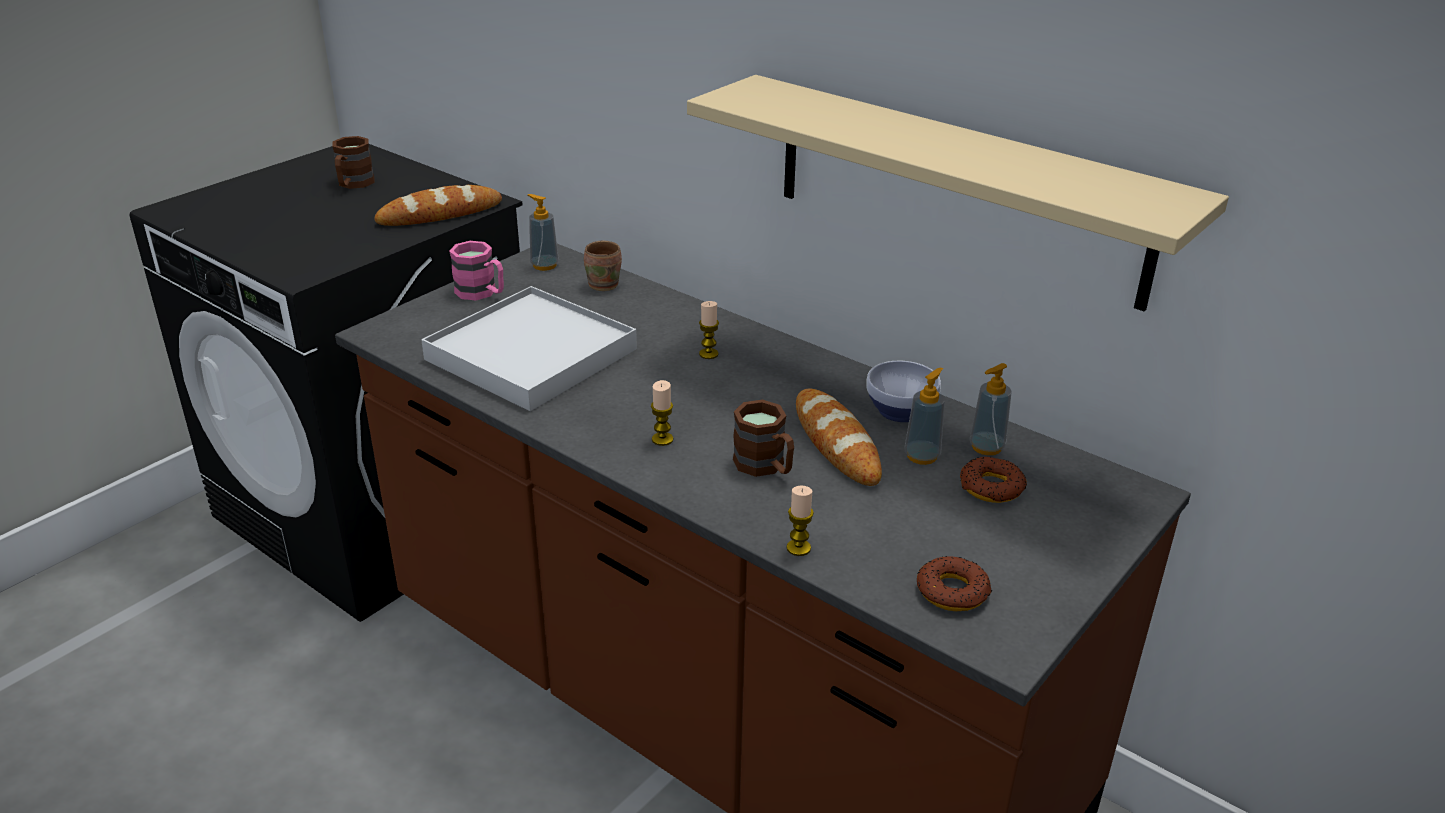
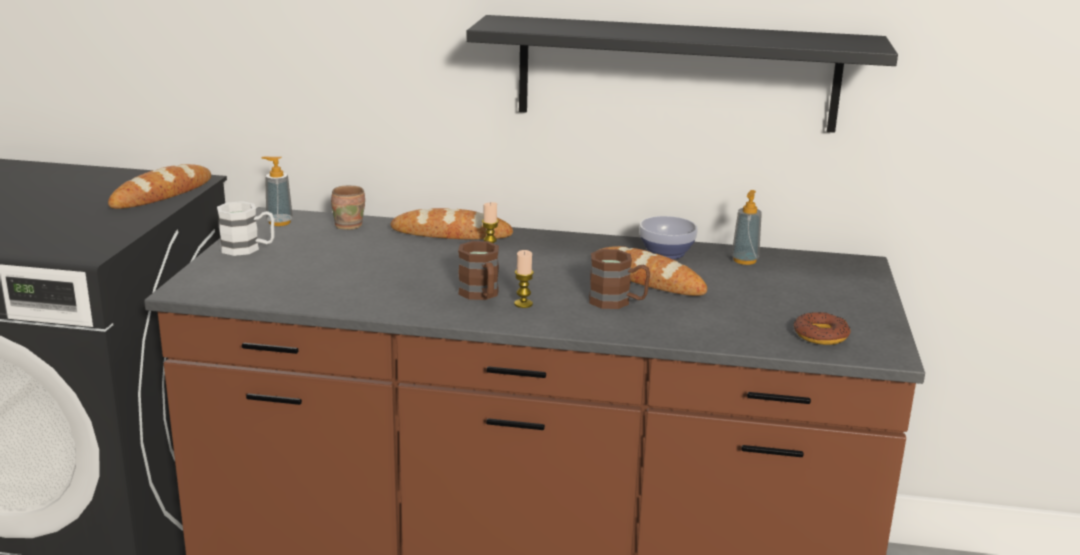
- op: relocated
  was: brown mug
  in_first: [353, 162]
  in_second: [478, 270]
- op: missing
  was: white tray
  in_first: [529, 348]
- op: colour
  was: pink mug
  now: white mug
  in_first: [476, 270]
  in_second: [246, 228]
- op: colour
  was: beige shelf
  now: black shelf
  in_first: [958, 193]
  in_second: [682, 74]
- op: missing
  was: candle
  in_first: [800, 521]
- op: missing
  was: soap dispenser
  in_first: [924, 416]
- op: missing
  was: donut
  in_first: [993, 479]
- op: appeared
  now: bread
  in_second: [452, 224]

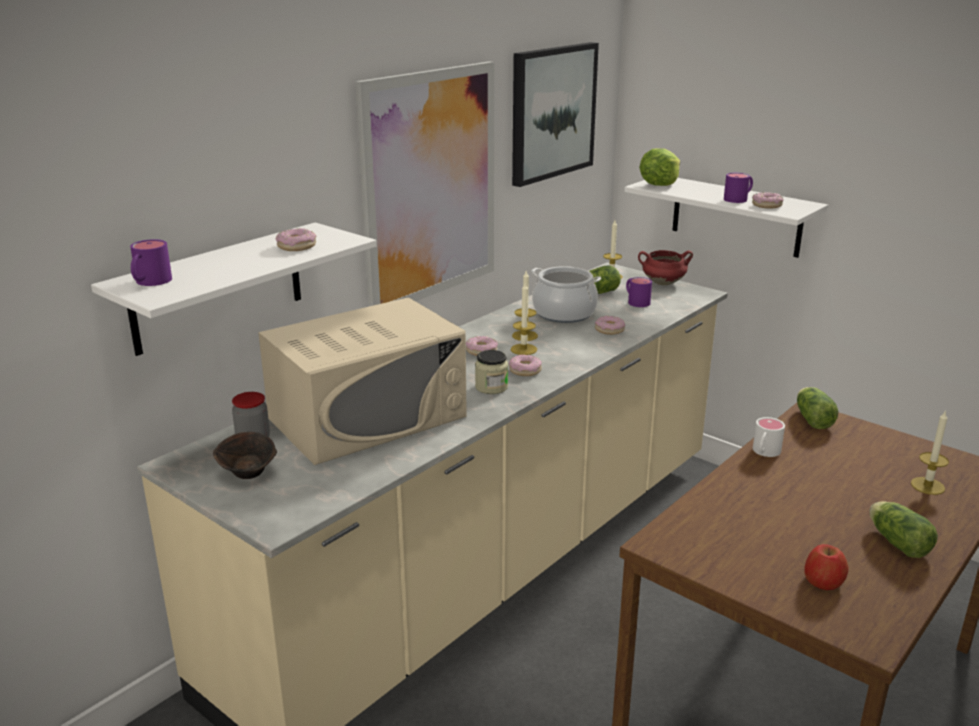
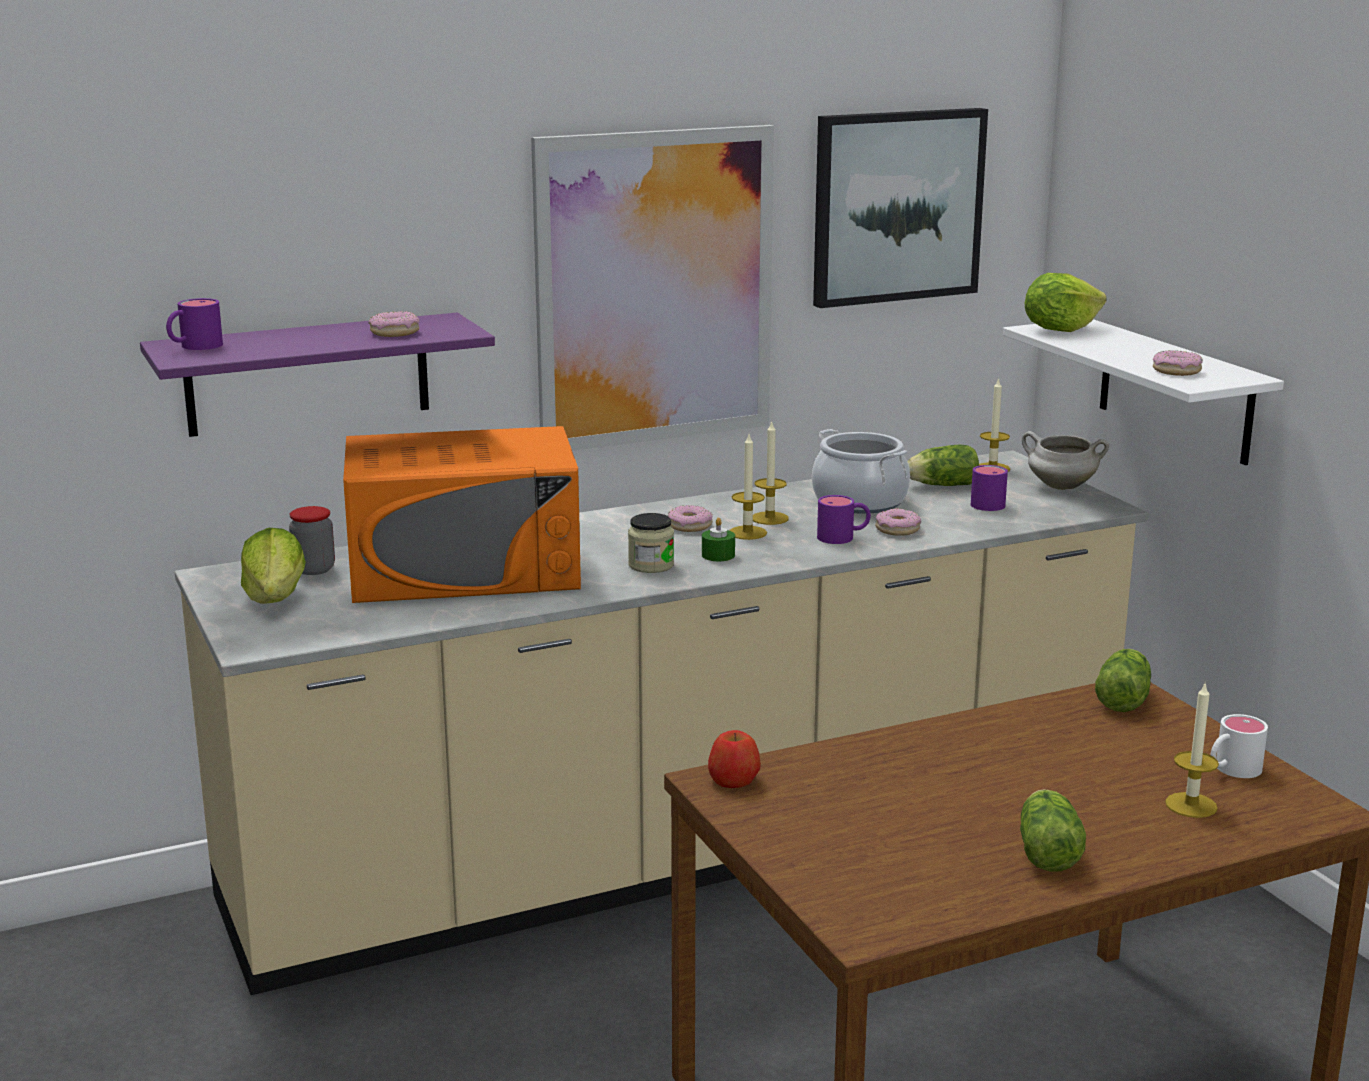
- op: colour
  was: white shelf
  now: purple shelf
  in_first: [233, 289]
  in_second: [317, 375]
- op: exchanged
  was: brown bowl
  now: lettuce
  in_first: [245, 455]
  in_second: [273, 566]
- op: colour
  was: beige microwave
  now: orange microwave
  in_first: [362, 381]
  in_second: [462, 514]
- op: exchanged
  was: donut
  now: green candle
  in_first: [525, 365]
  in_second: [718, 539]
- op: colour
  was: red cooking pot
  now: white cooking pot
  in_first: [665, 267]
  in_second: [1065, 460]
- op: relocated
  was: purple mug
  in_first: [738, 188]
  in_second: [844, 519]
- op: relocated
  was: white mug
  in_first: [769, 437]
  in_second: [1239, 746]
- op: relocated
  was: apple
  in_first: [827, 567]
  in_second: [734, 759]

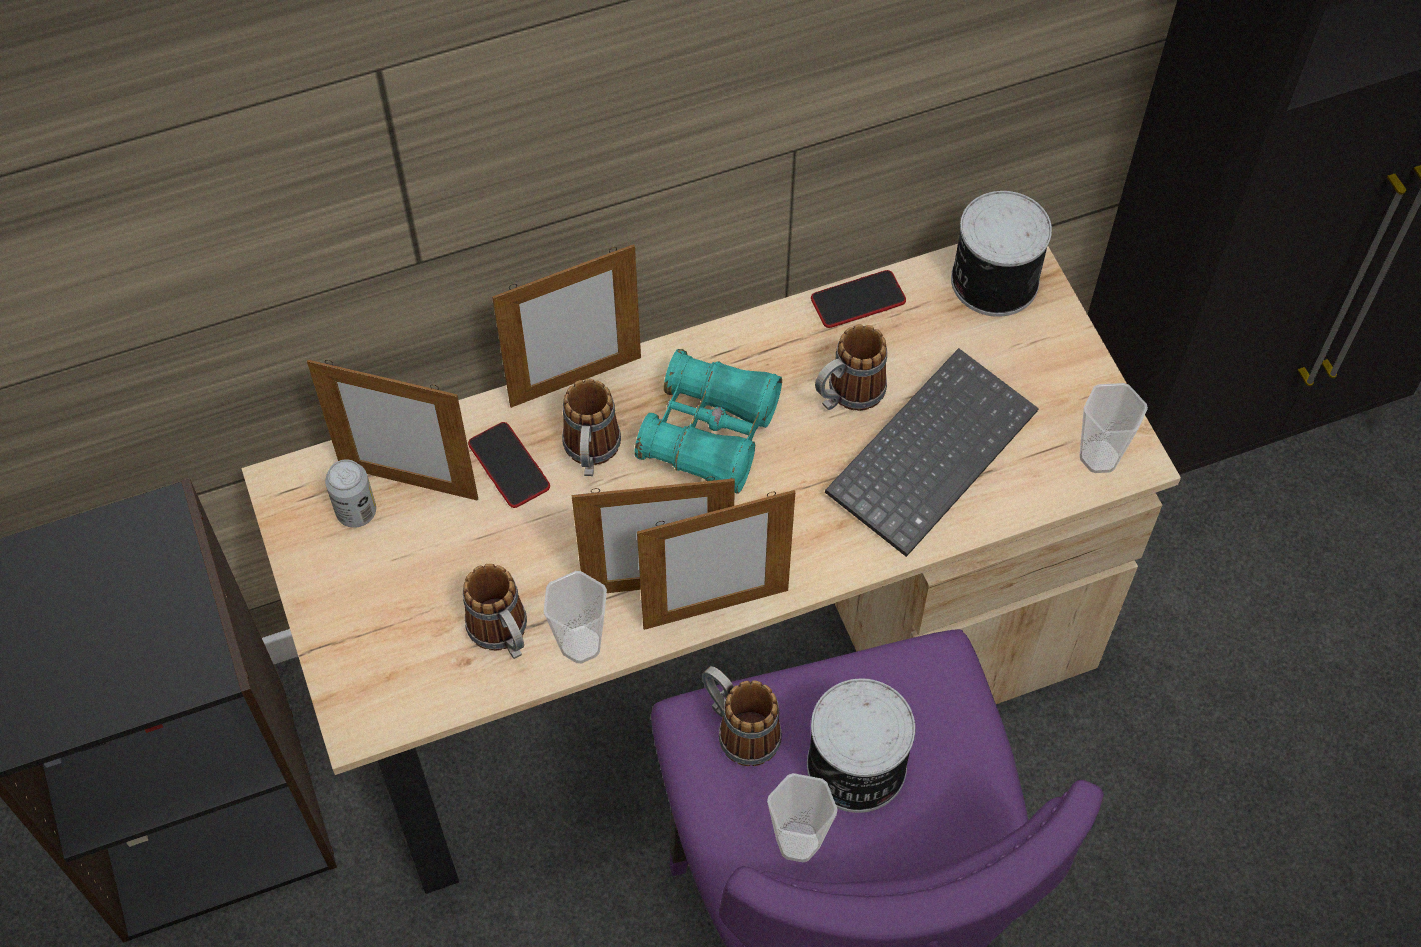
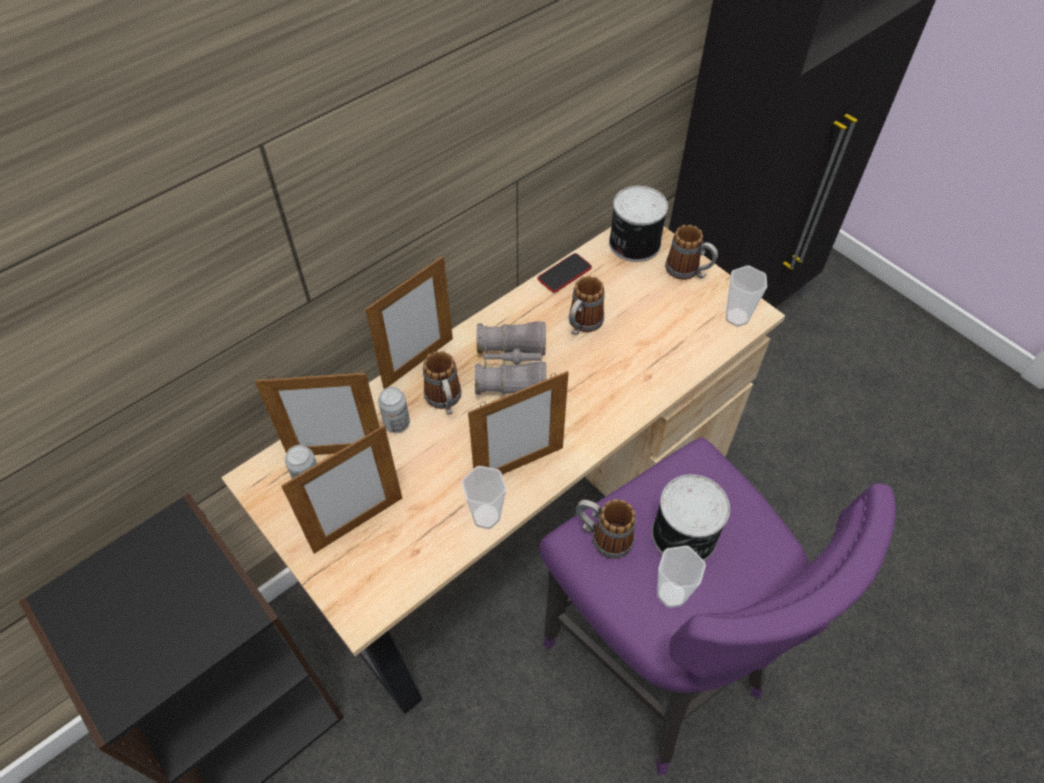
- op: relocated
  was: mug
  in_first: [495, 611]
  in_second: [691, 252]
- op: exchanged
  was: phone
  now: can
  in_first: [509, 465]
  in_second: [394, 410]
- op: colour
  was: turquoise binoculars
  now: grey binoculars
  in_first: [708, 421]
  in_second: [511, 358]
- op: relocated
  was: picture frame
  in_first: [716, 560]
  in_second: [341, 489]
- op: missing
  was: keyboard
  in_first: [932, 452]

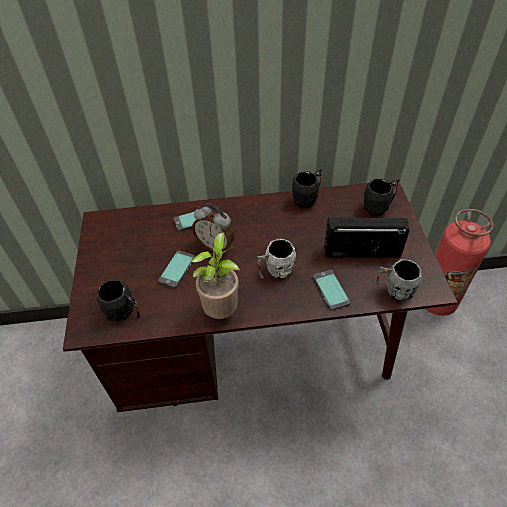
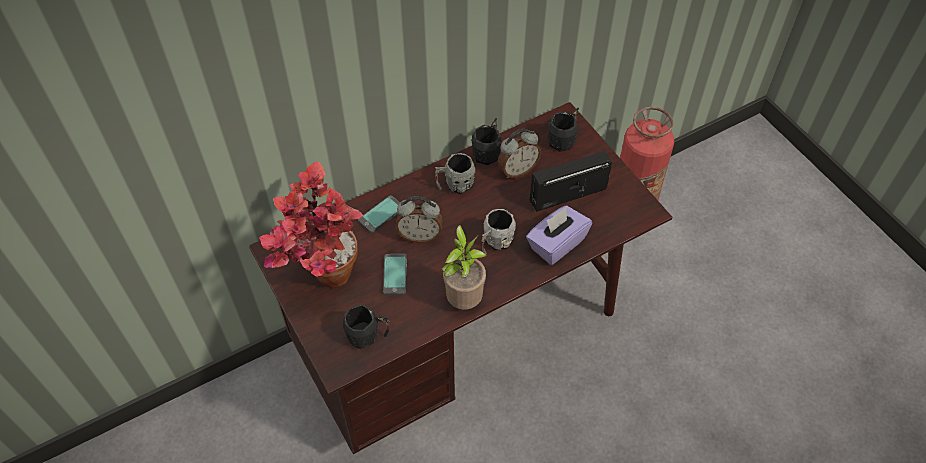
- op: exchanged
  was: phone
  now: purple tissue box
  in_first: [332, 290]
  in_second: [559, 235]
- op: relocated
  was: grey mug
  in_first: [399, 280]
  in_second: [455, 173]
- op: appeared
  now: potted plant
  in_second: [311, 224]
- op: appeared
  now: alarm clock
  in_second: [519, 153]

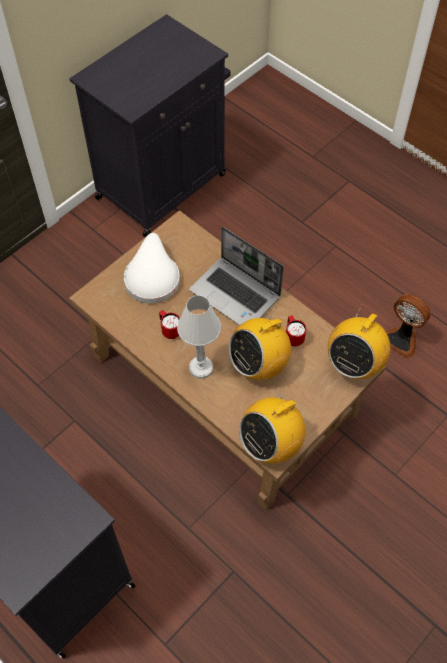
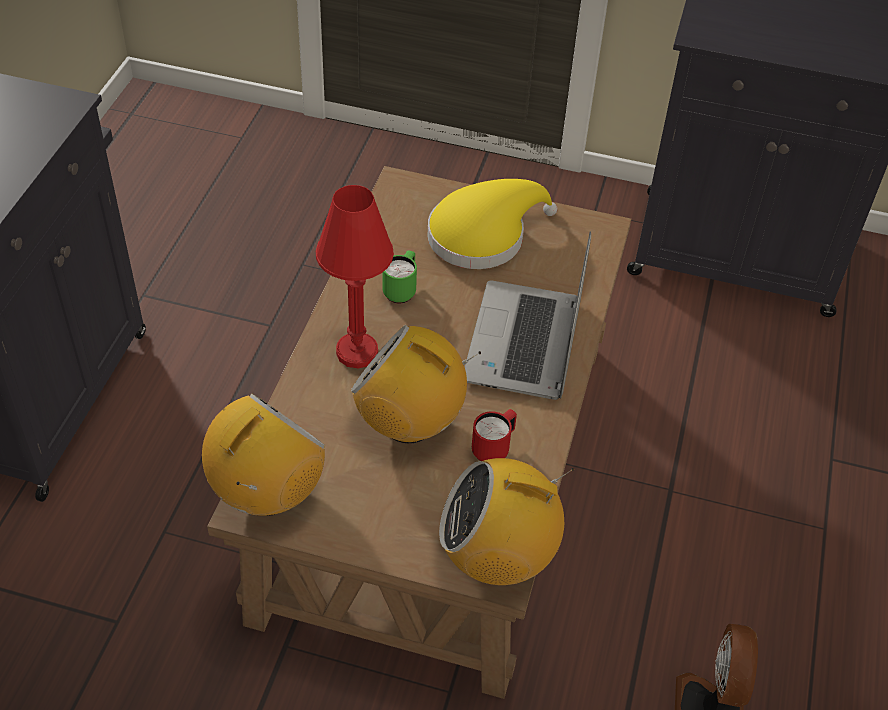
- op: colour
  was: white hat
  now: yellow hat
  in_first: [152, 268]
  in_second: [492, 224]
- op: colour
  was: red mug
  now: green mug
  in_first: [169, 324]
  in_second: [399, 276]
- op: colour
  was: white table lamp
  now: red table lamp
  in_first: [199, 337]
  in_second: [355, 276]
- op: spun
  was: radio
  in_first: [272, 425]
  in_second: [263, 455]
  clockwise: 105

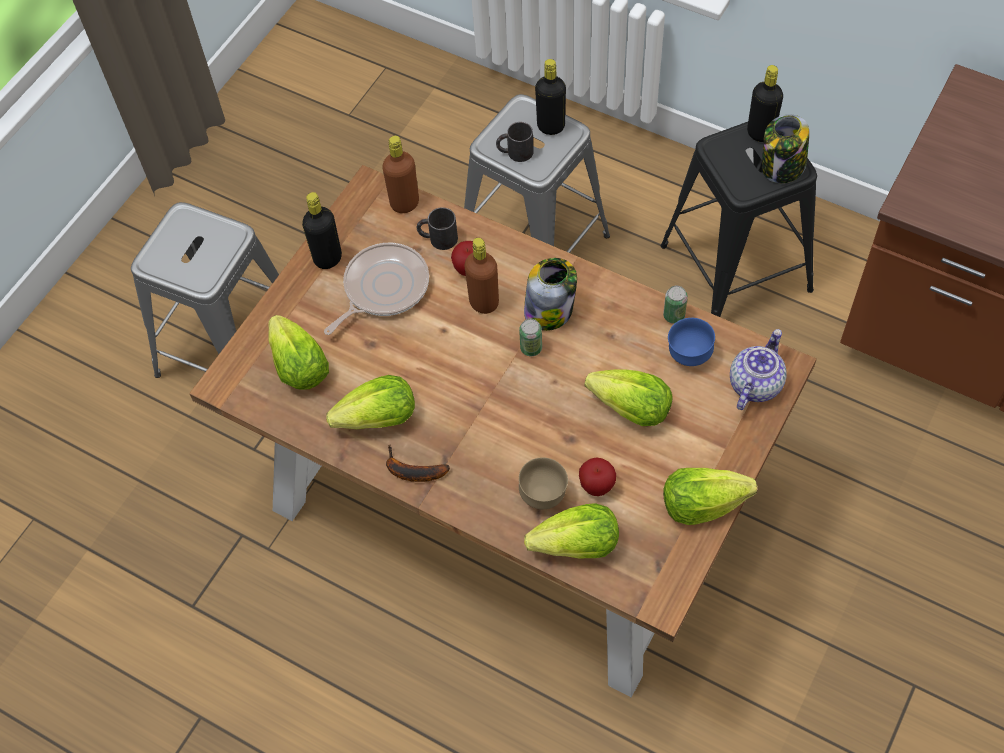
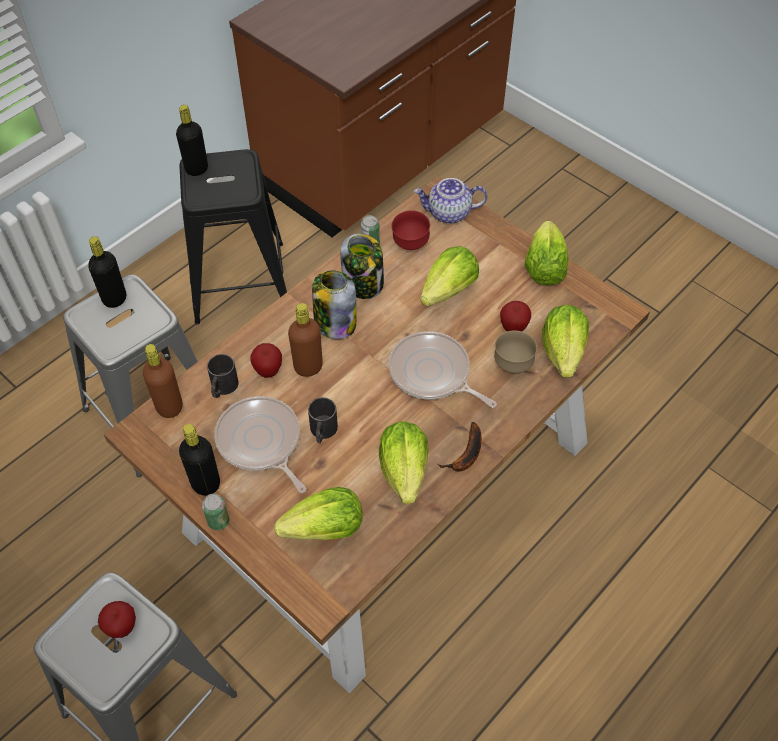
- op: relocated
  was: black mug
  in_first: [515, 142]
  in_second: [323, 420]
- op: relocated
  was: can
  in_first: [530, 337]
  in_second: [215, 512]
- op: colour
  was: blue bowl
  now: red bowl
  in_first: [691, 342]
  in_second: [411, 230]
- op: spun
  was: teapot
  in_first: [758, 369]
  in_second: [450, 201]
  clockwise: -45
- op: relocated
  was: jar
  in_first: [785, 148]
  in_second: [362, 266]
- op: appeared
  now: apple
  in_second: [117, 619]
- op: appeared
  now: frying pan
  in_second: [443, 369]

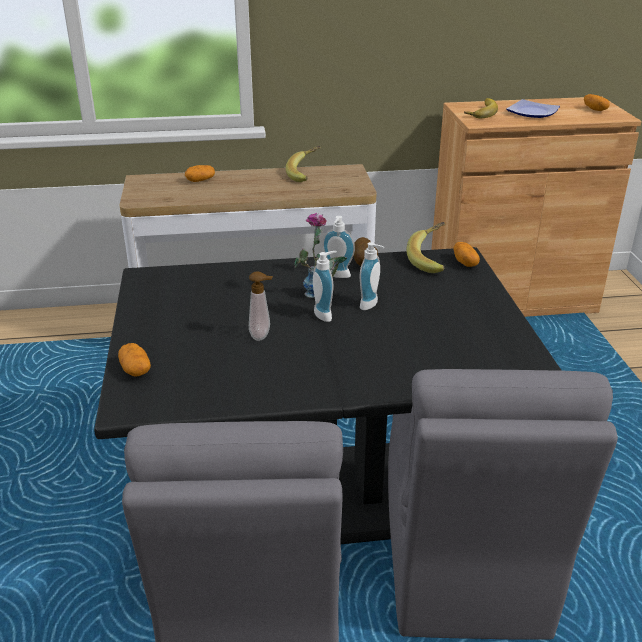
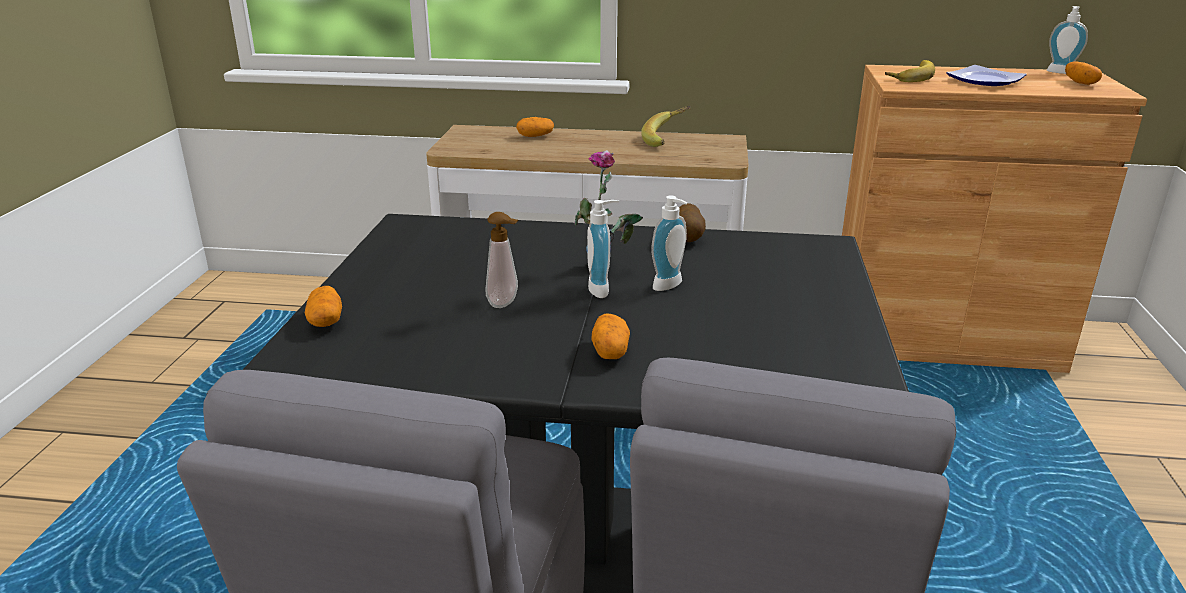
- op: relocated
  was: soap dispenser
  in_first: [338, 247]
  in_second: [1067, 40]
- op: missing
  was: banana
  in_first: [425, 247]
- op: relocated
  was: potato
  in_first: [466, 254]
  in_second: [611, 336]

